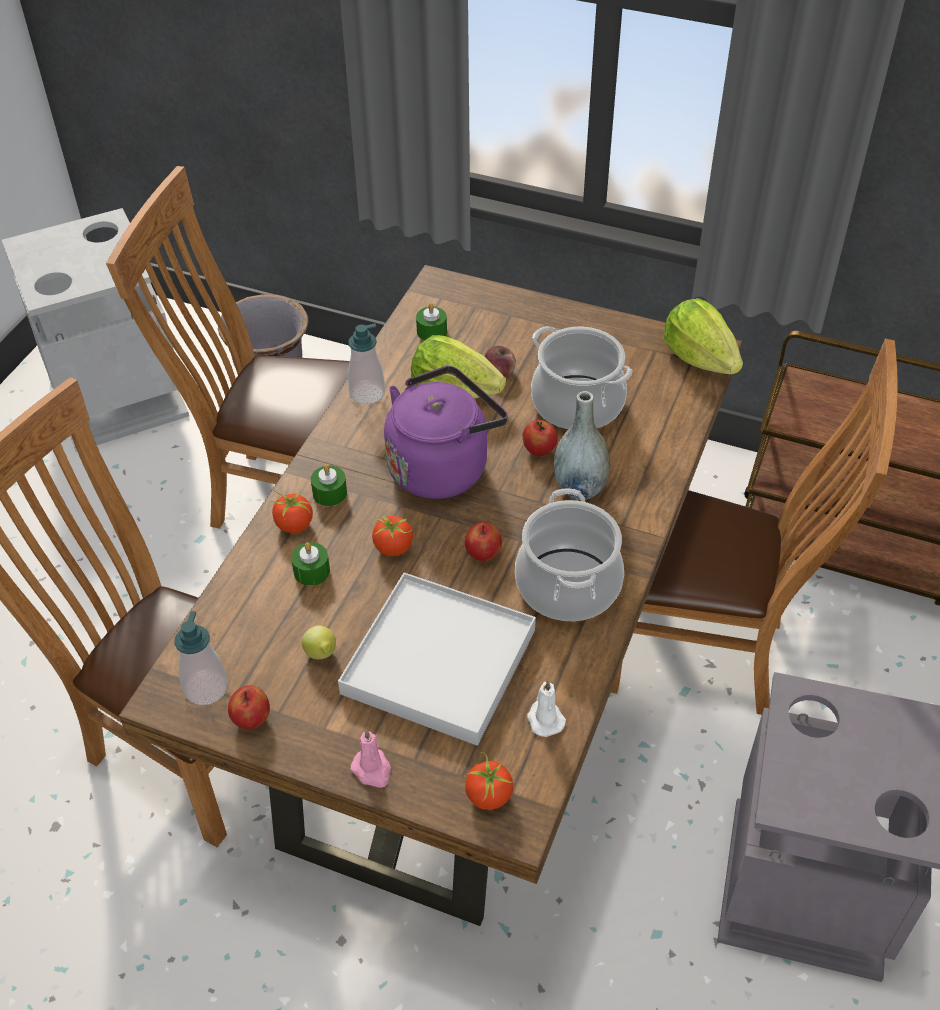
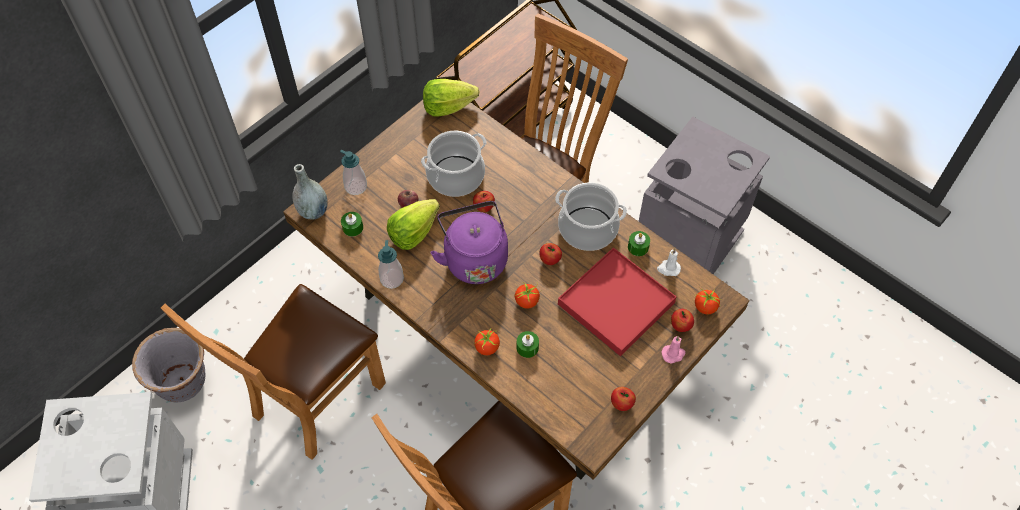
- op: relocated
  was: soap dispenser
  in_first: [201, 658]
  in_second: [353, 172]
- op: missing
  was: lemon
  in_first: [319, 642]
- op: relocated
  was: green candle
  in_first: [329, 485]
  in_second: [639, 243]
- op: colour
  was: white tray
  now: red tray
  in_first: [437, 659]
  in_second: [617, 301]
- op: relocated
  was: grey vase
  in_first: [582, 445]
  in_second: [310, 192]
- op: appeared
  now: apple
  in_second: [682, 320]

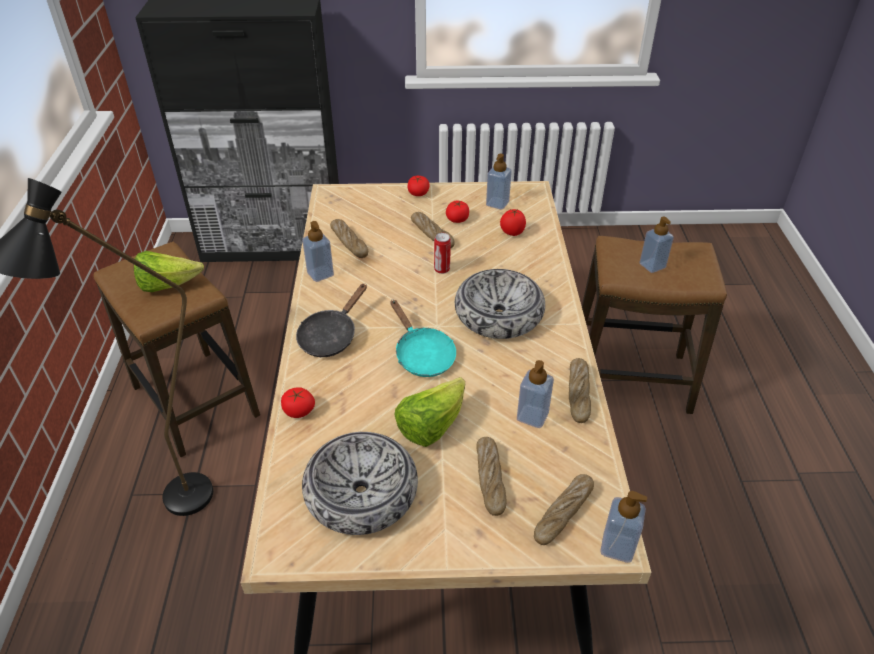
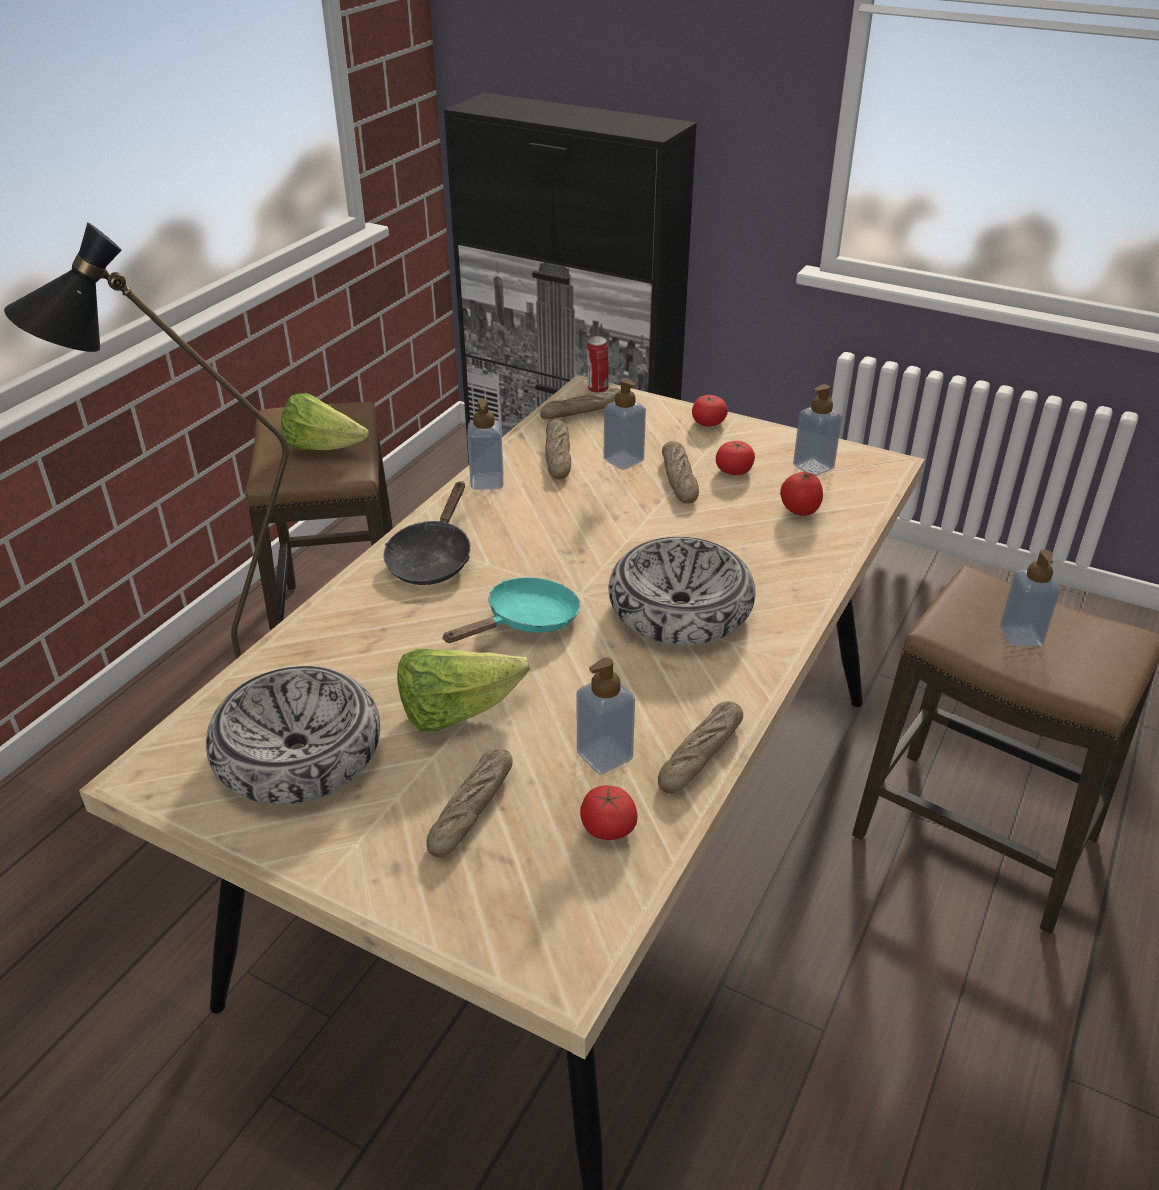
- op: relocated
  was: tomato
  in_first: [298, 402]
  in_second: [609, 812]
- op: spun
  was: black frying pan
  in_first: [331, 320]
  in_second: [426, 533]
  clockwise: -45
- op: spun
  was: turquoise frying pan
  in_first: [423, 338]
  in_second: [511, 610]
  clockwise: -135
- op: relocated
  was: can
  in_first: [442, 253]
  in_second: [598, 364]
- op: relocated
  was: bread
  in_first: [564, 509]
  in_second: [580, 403]
- op: relocated
  was: soap dispenser
  in_first: [623, 527]
  in_second: [624, 424]

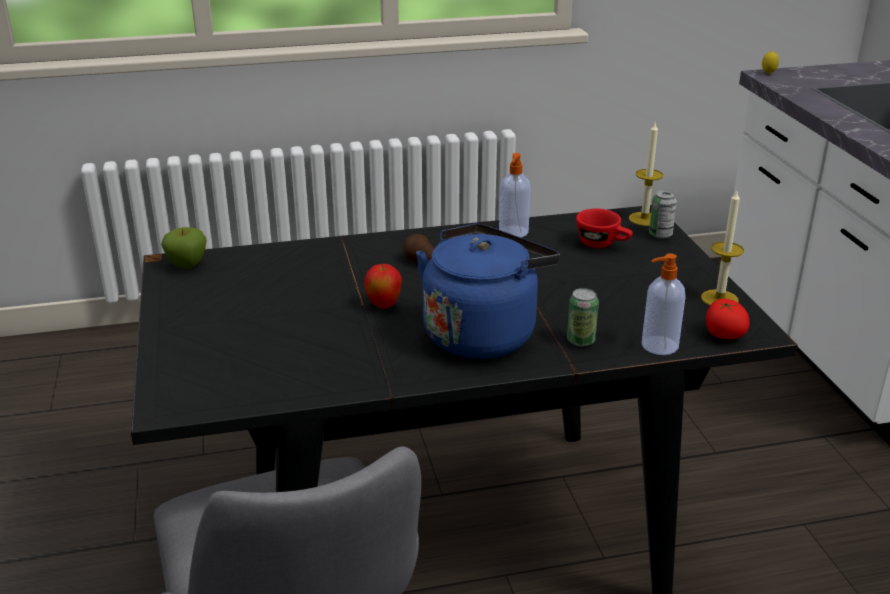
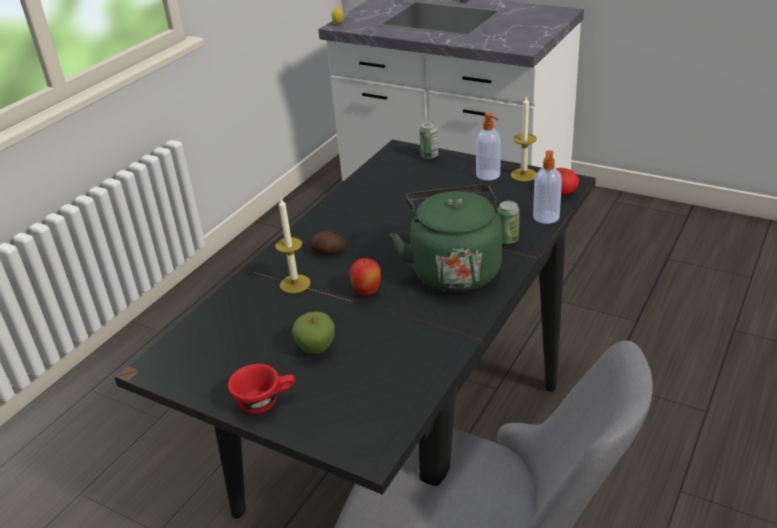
- op: relocated
  was: apple
  in_first: [184, 248]
  in_second: [313, 332]
- op: colour
  was: blue kettle
  now: green kettle
  in_first: [488, 291]
  in_second: [446, 238]
- op: relocated
  was: soap dispenser
  in_first: [515, 195]
  in_second: [488, 146]
- op: relocated
  was: red cup
  in_first: [604, 228]
  in_second: [261, 389]
- op: relocated
  was: candle
  in_first: [646, 174]
  in_second: [293, 245]

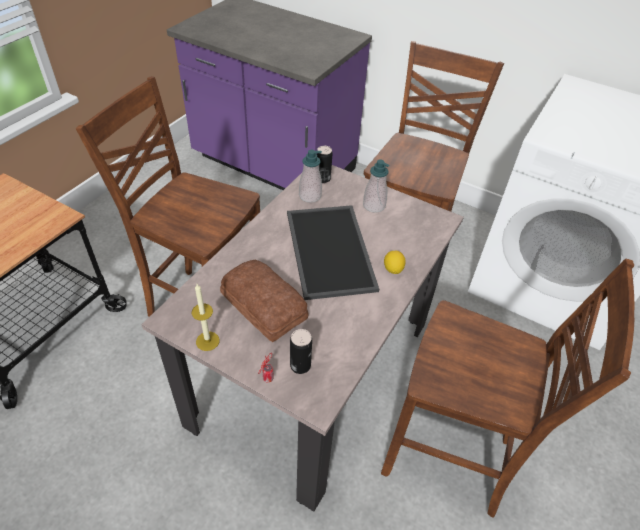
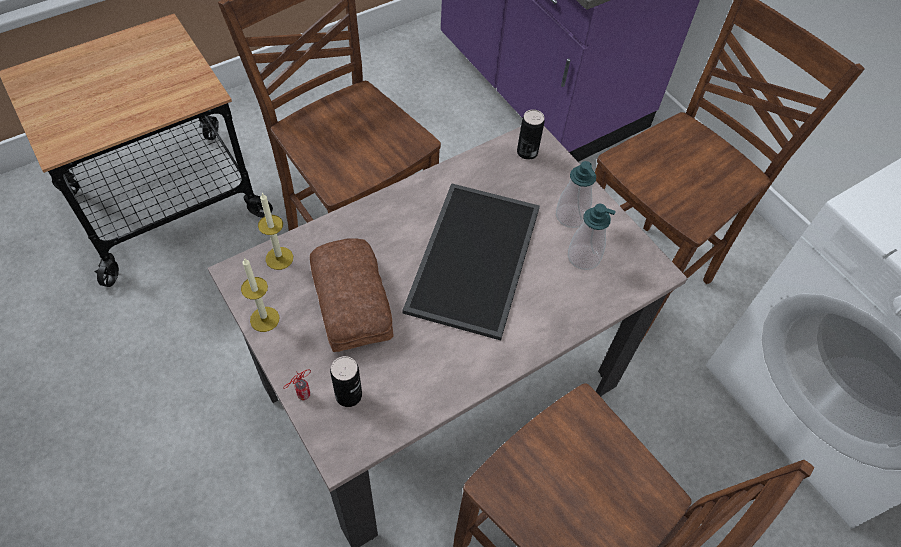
- op: relocated
  was: soap dispenser
  in_first: [310, 176]
  in_second: [592, 237]
- op: missing
  was: lemon
  in_first: [395, 262]
- op: appeared
  now: candle
  in_second: [275, 231]

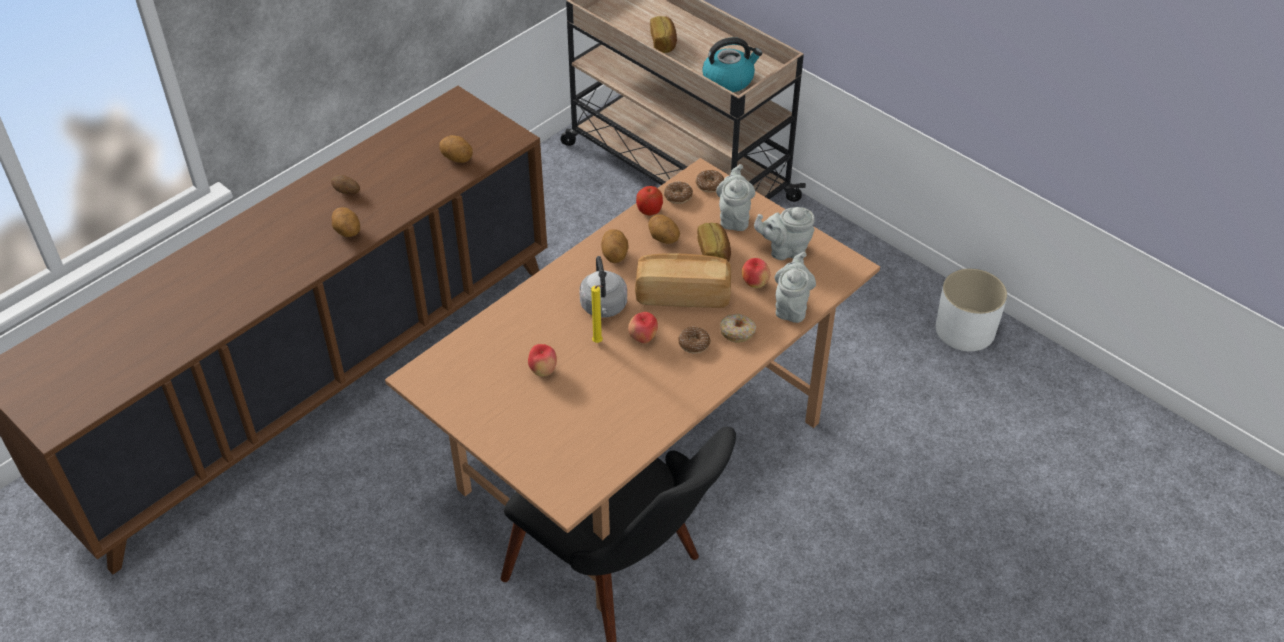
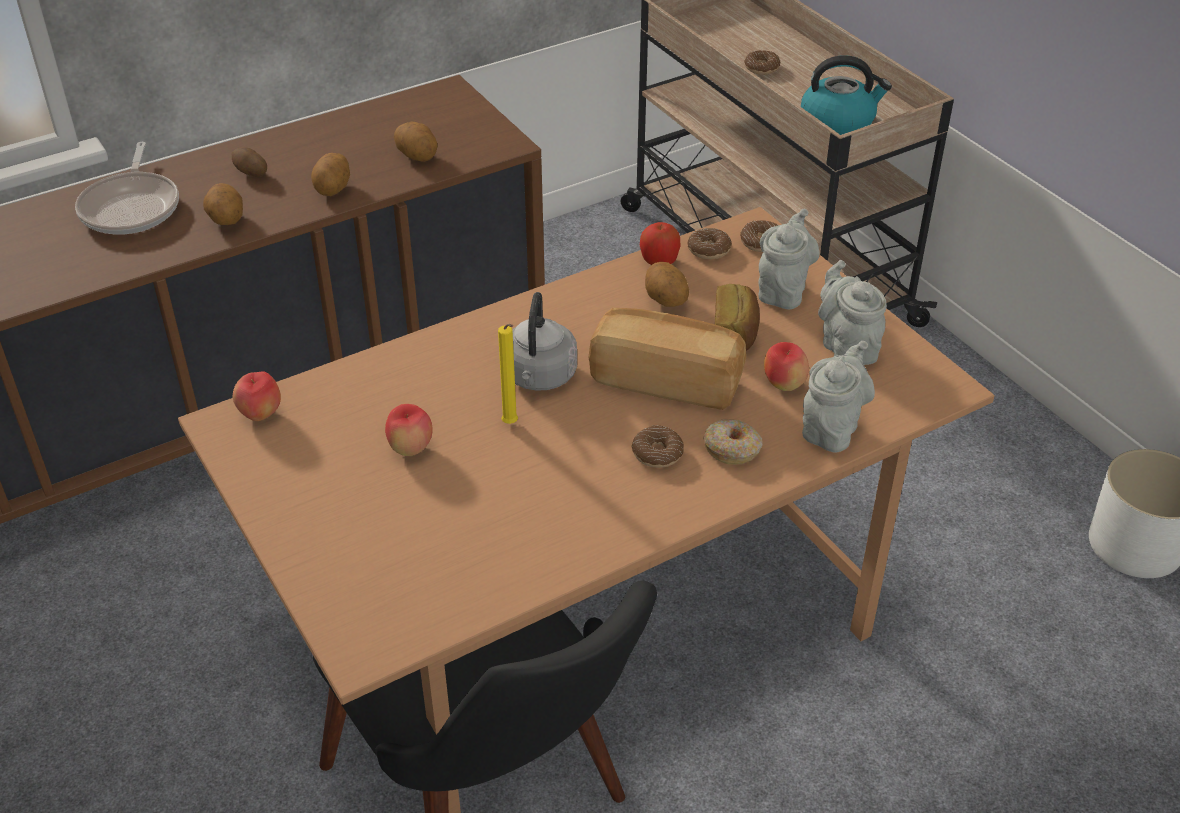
- op: relocated
  was: potato
  in_first: [615, 246]
  in_second: [330, 174]
- op: relocated
  was: apple
  in_first: [643, 327]
  in_second: [257, 396]
- op: exchanged
  was: bread
  now: donut
  in_first: [663, 34]
  in_second: [762, 62]
- op: spun
  was: grey teapot
  in_first: [784, 233]
  in_second: [852, 312]
  clockwise: 60
- op: appeared
  now: frying pan
  in_second: [127, 188]

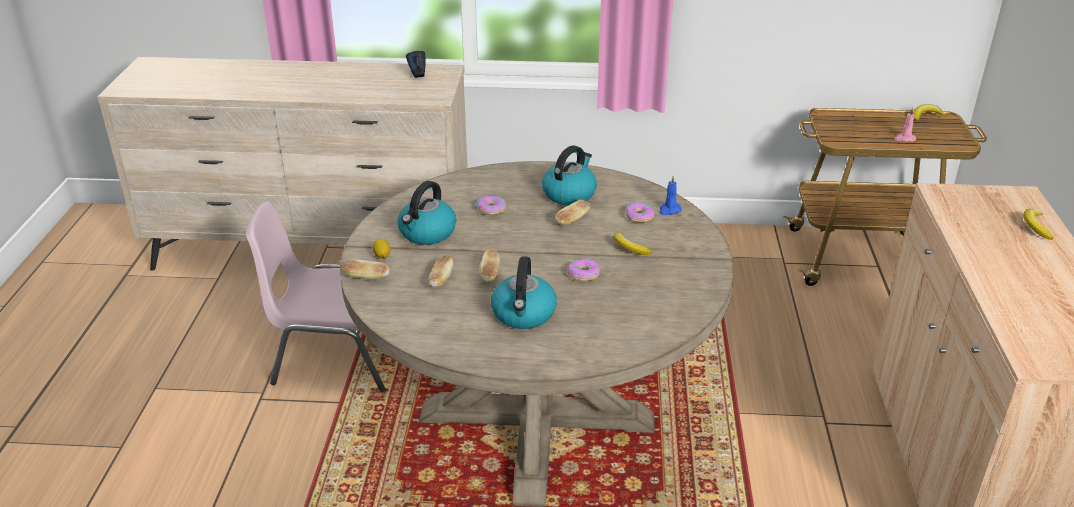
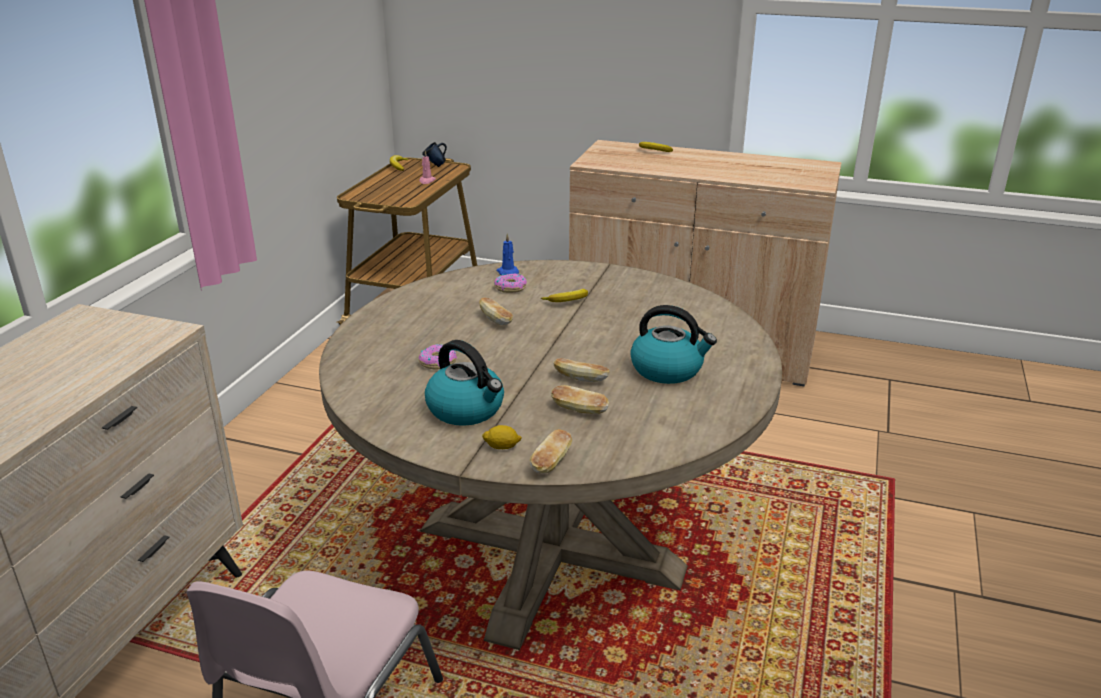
- op: relocated
  was: blue mug
  in_first: [416, 64]
  in_second: [434, 154]
- op: missing
  was: kettle
  in_first: [569, 175]
- op: missing
  was: donut
  in_first: [583, 269]

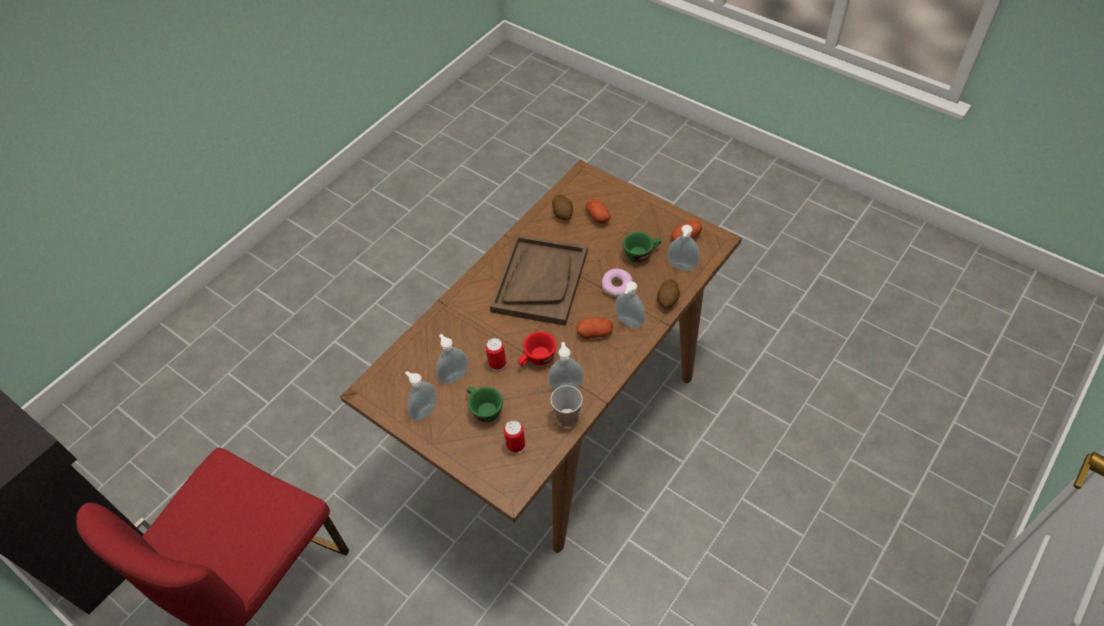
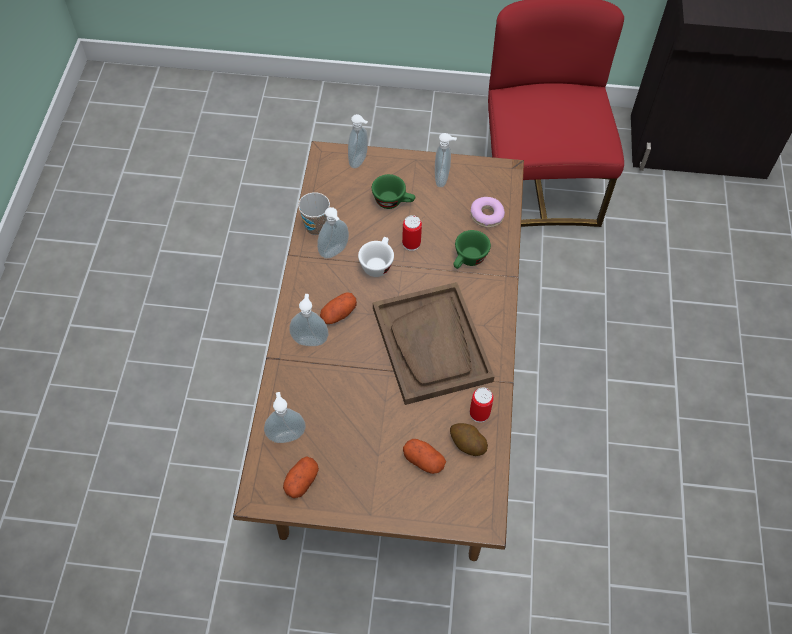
- op: relocated
  was: soap dispenser
  in_first: [452, 359]
  in_second: [358, 141]
- op: relocated
  was: can
  in_first: [514, 437]
  in_second: [482, 405]
- op: colour
  was: red cup
  now: white cup
  in_first: [537, 348]
  in_second: [376, 257]
- op: relocated
  was: donut
  in_first: [617, 283]
  in_second: [487, 212]
- op: relocated
  was: green cup
  in_first: [642, 247]
  in_second: [472, 249]
- op: missing
  was: potato
  in_first: [668, 294]

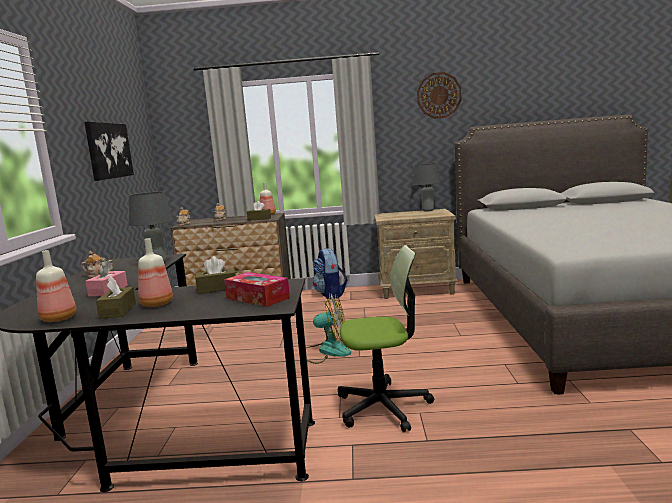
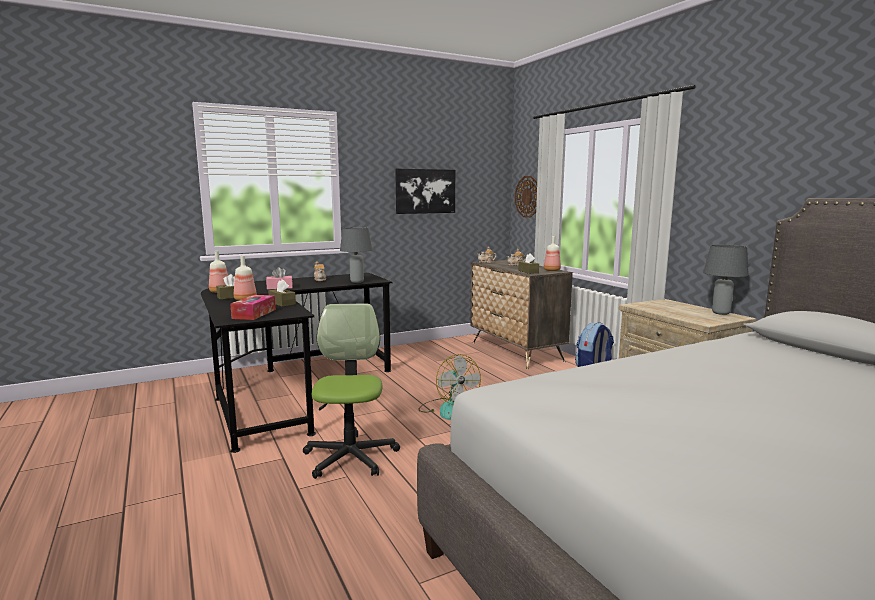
- op: spun
  was: office chair
  in_first: [386, 338]
  in_second: [351, 391]
  clockwise: -150
- op: relocated
  was: wall clock
  in_first: [439, 95]
  in_second: [526, 197]

